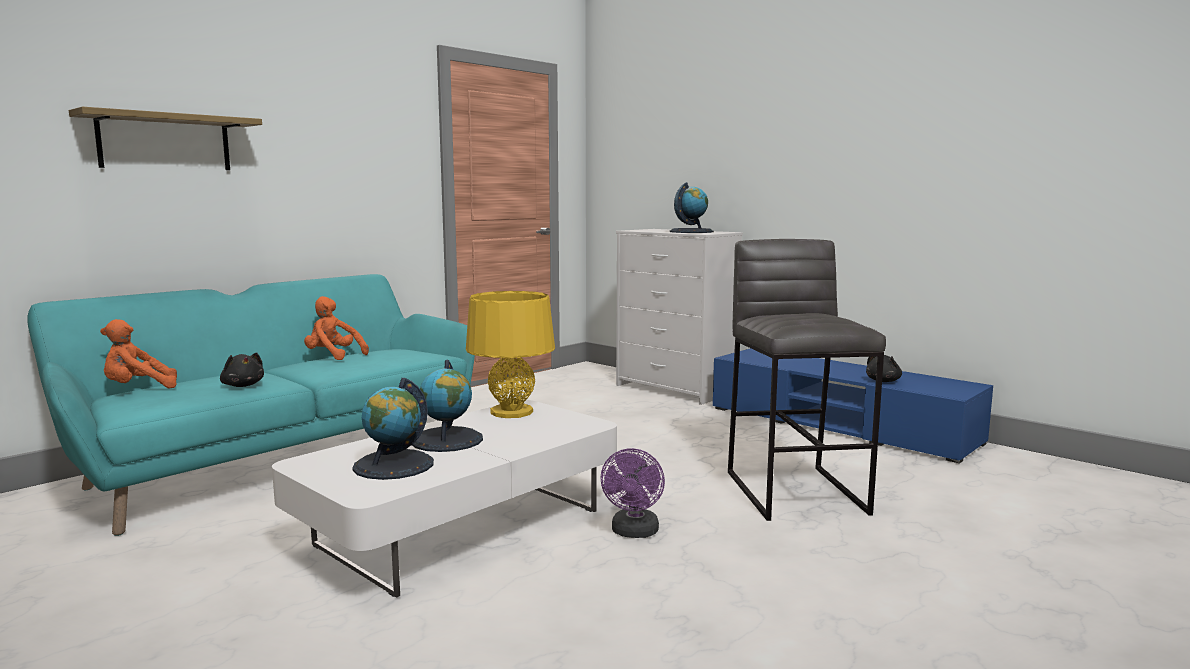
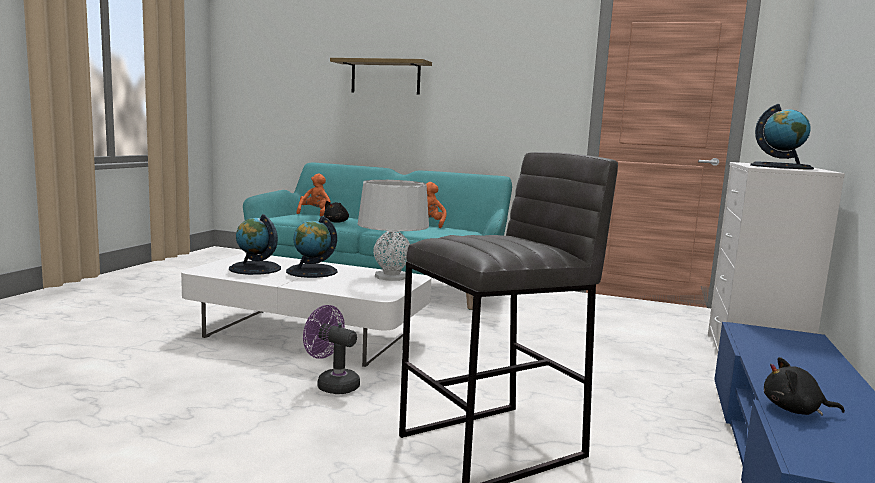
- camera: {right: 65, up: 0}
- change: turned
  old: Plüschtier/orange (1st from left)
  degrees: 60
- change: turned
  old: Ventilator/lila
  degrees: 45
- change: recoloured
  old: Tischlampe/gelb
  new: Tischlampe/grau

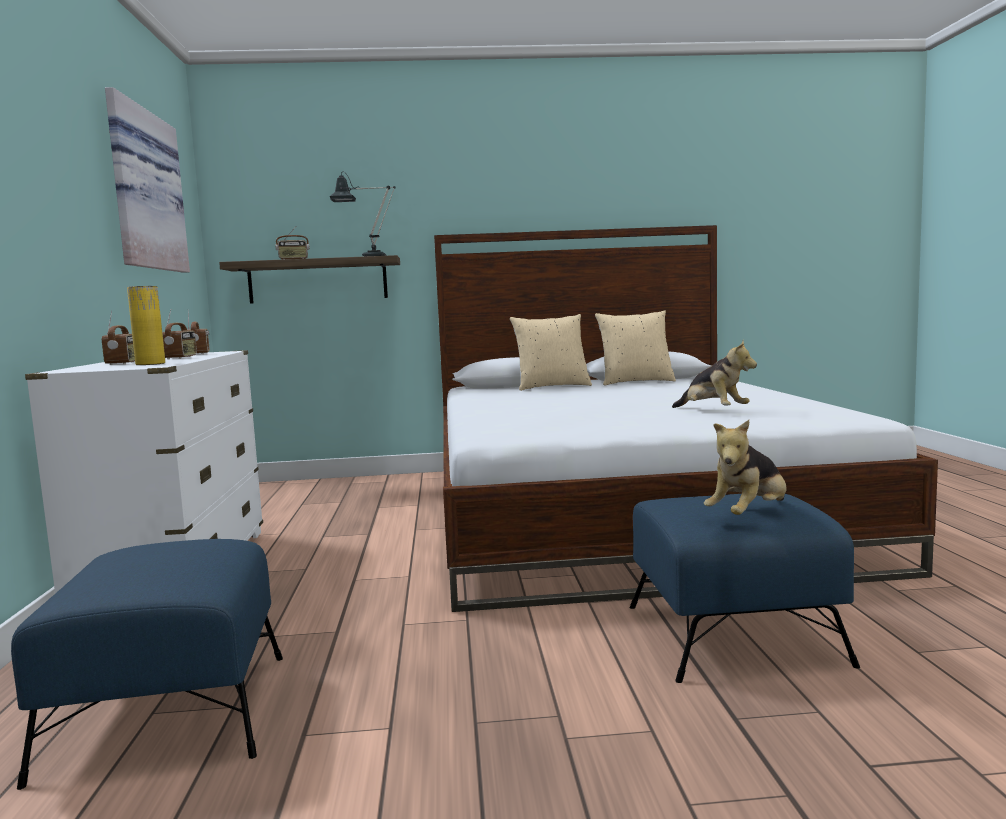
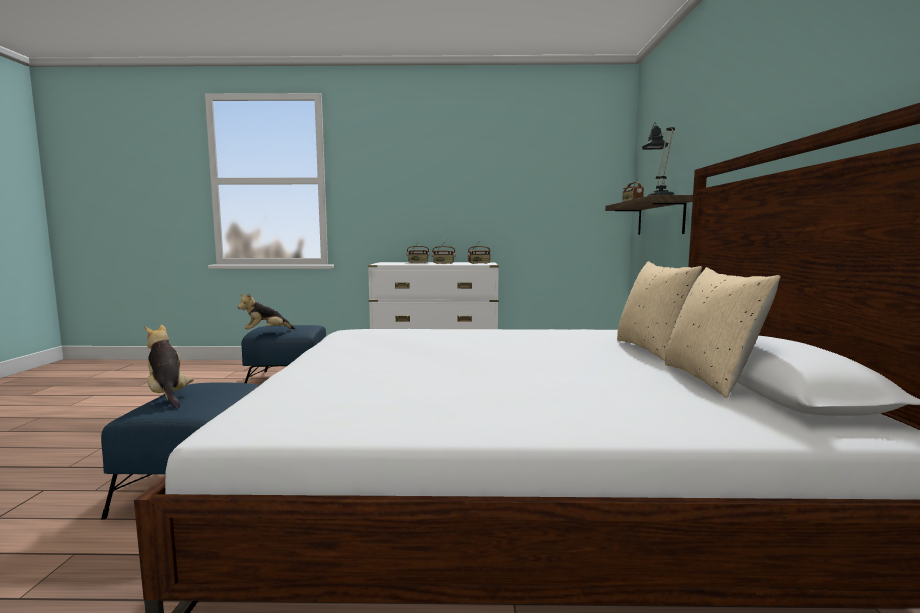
- camera: {right: 95, up: 0}
- change: moved
  old: Plüschtier (1st from left in the first image)
  new: Plüschtier (2nd from left)
- change: removed
  old: Bild
- change: removed
  old: Vase/gelb

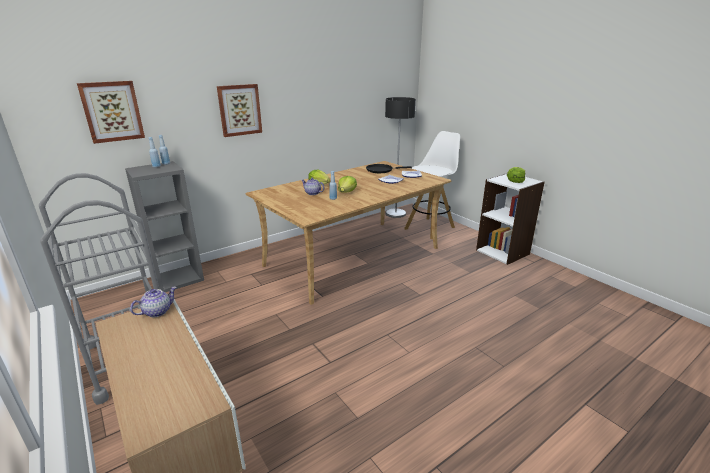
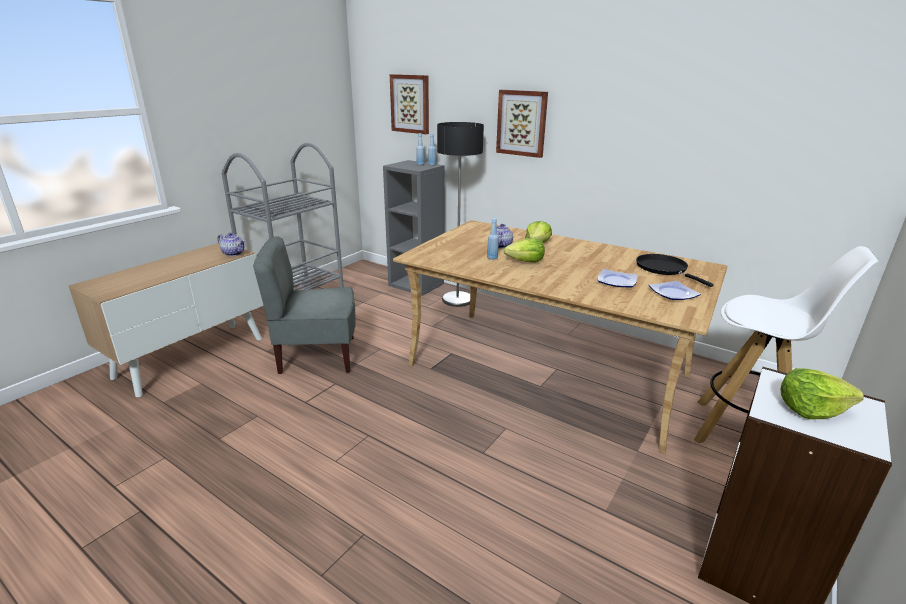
- camera: {right: 70, up: 0}
- change: added
  new: Stuhl/grau
- change: moved
  old: Stehlampe

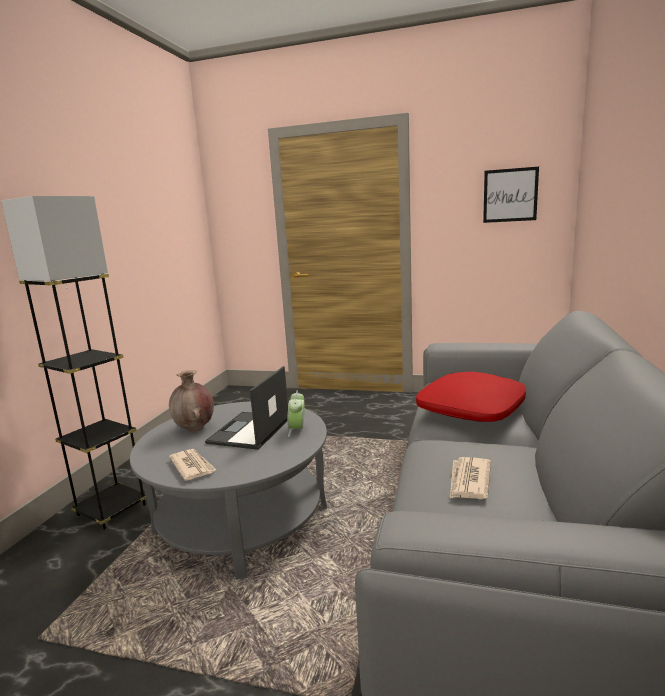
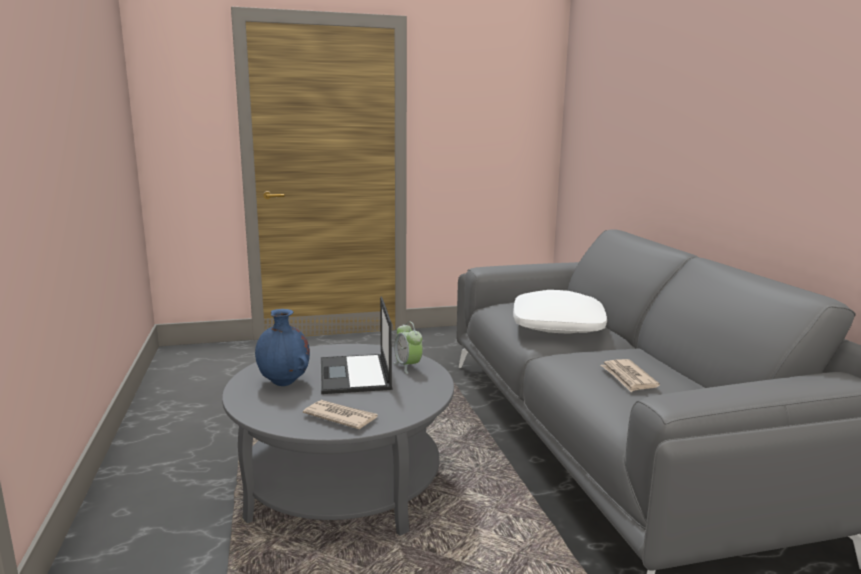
- camera: {right: -30, up: 0}
- change: recoloured
  old: Vase/braun
  new: Vase/blau
- change: recoloured
  old: Kissen/rot
  new: Kissen/weiß
- change: removed
  old: Stehlampe/grau
- change: removed
  old: Bild

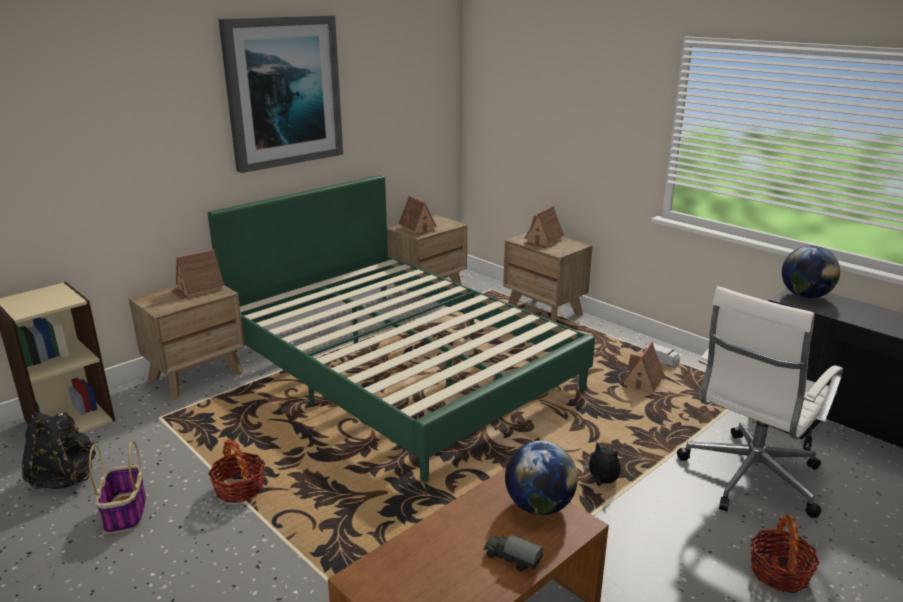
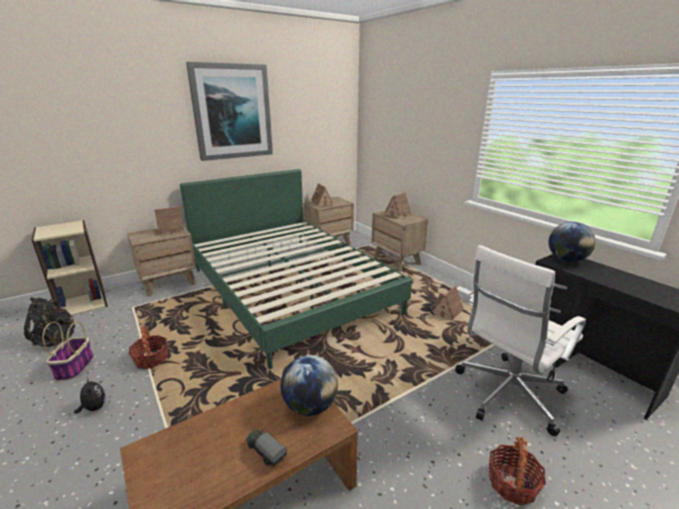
- camera: {right: 10, up: 0}
- change: moved
  old: Plüschtier

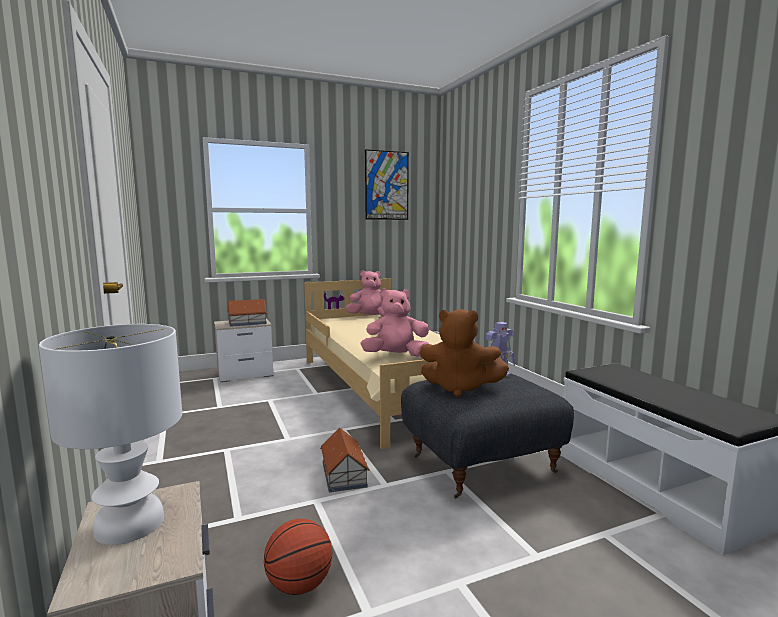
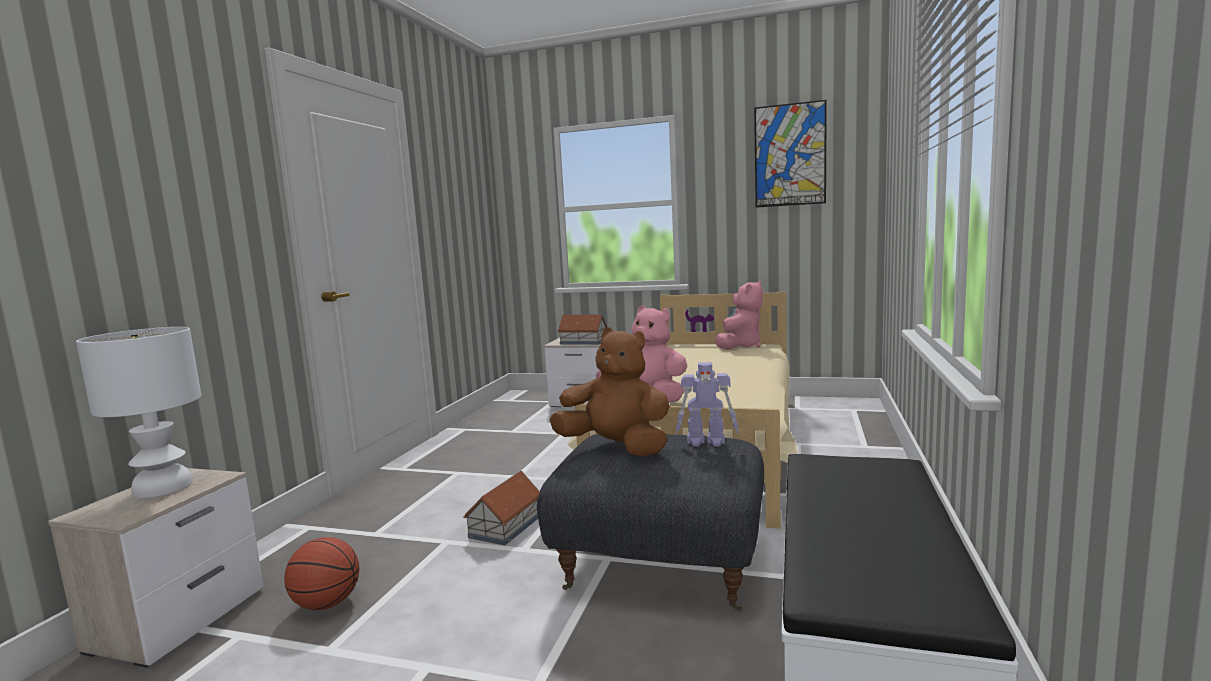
- camera: {right: 40, up: 0}
- change: turned
  old: Plüschtier/braun
  degrees: 150
- change: turned
  old: Plüschtier/rosa (1st from left in the first image)
  degrees: 90

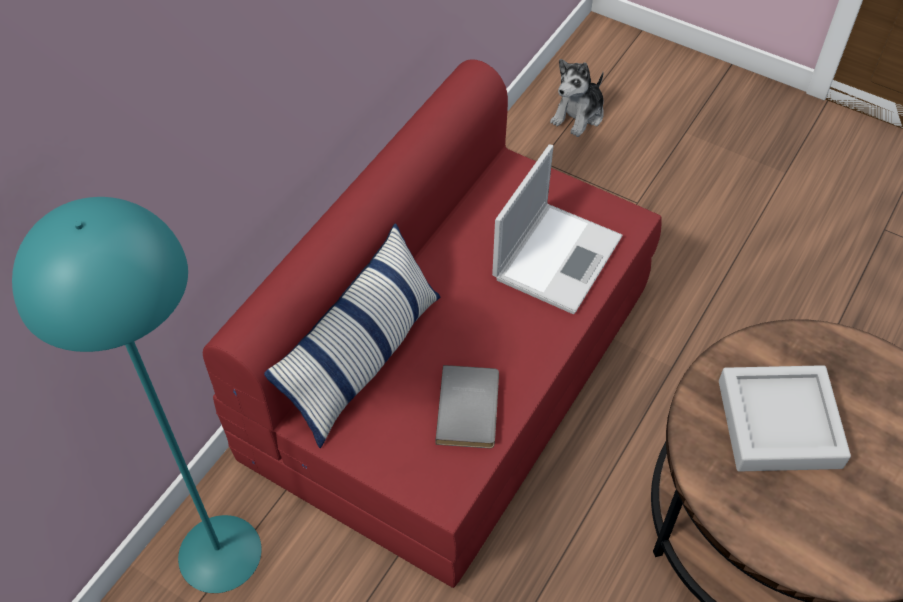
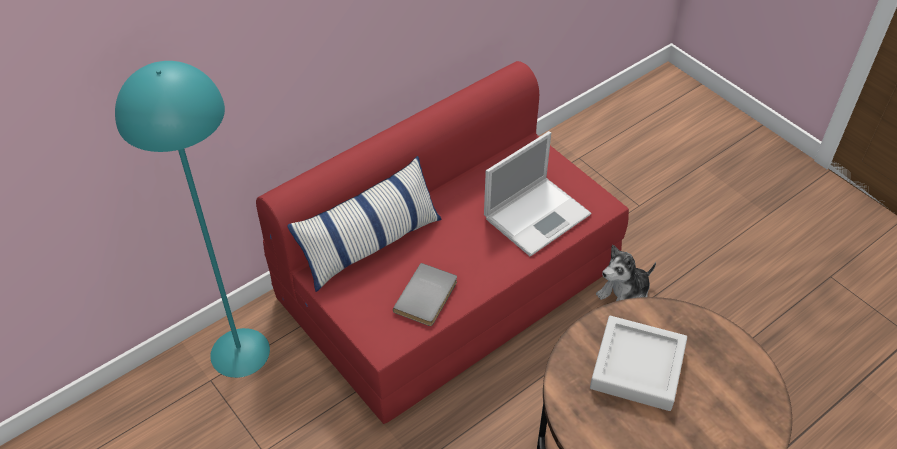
- camera: {right: 20, up: -5}
- change: moved
  old: Plüschtier

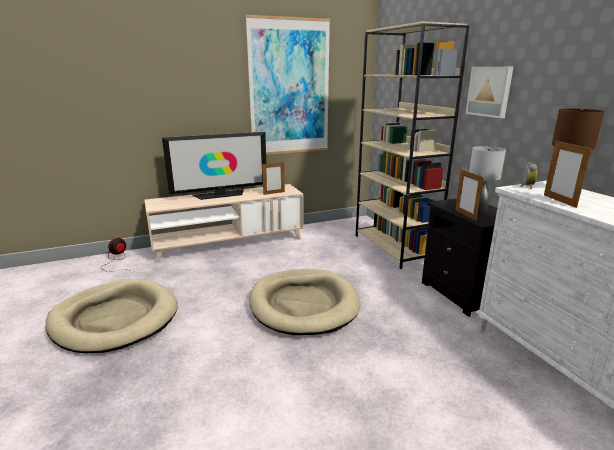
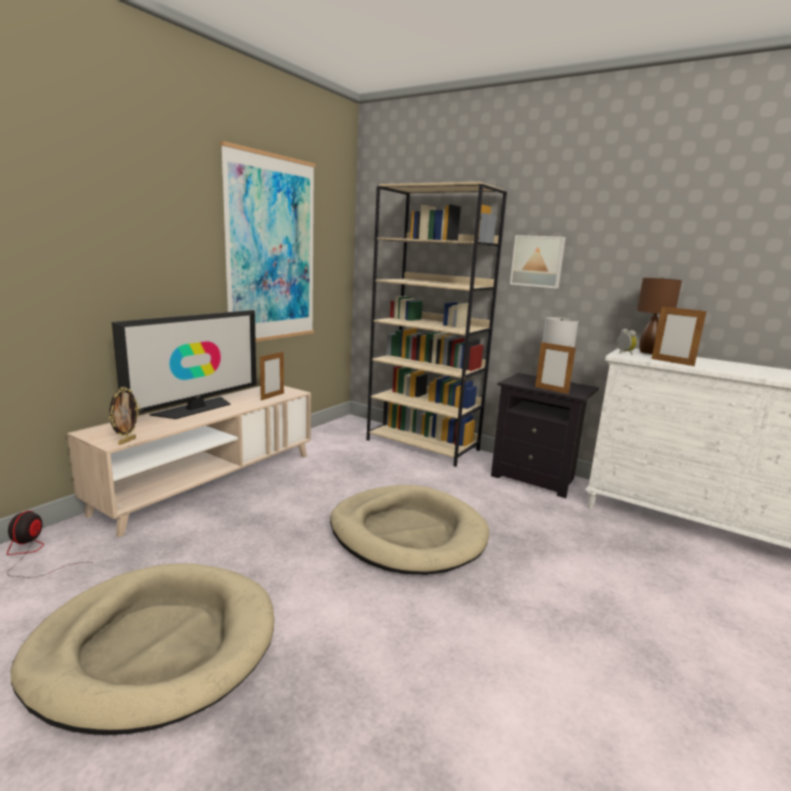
- camera: {right: -35, up: -5}
- change: added
  new: Bilderrahmen (1st from left)

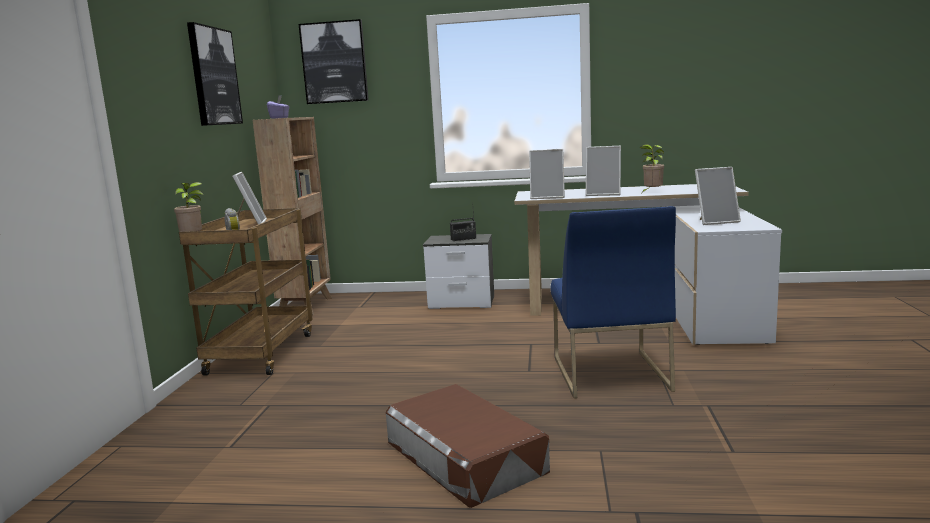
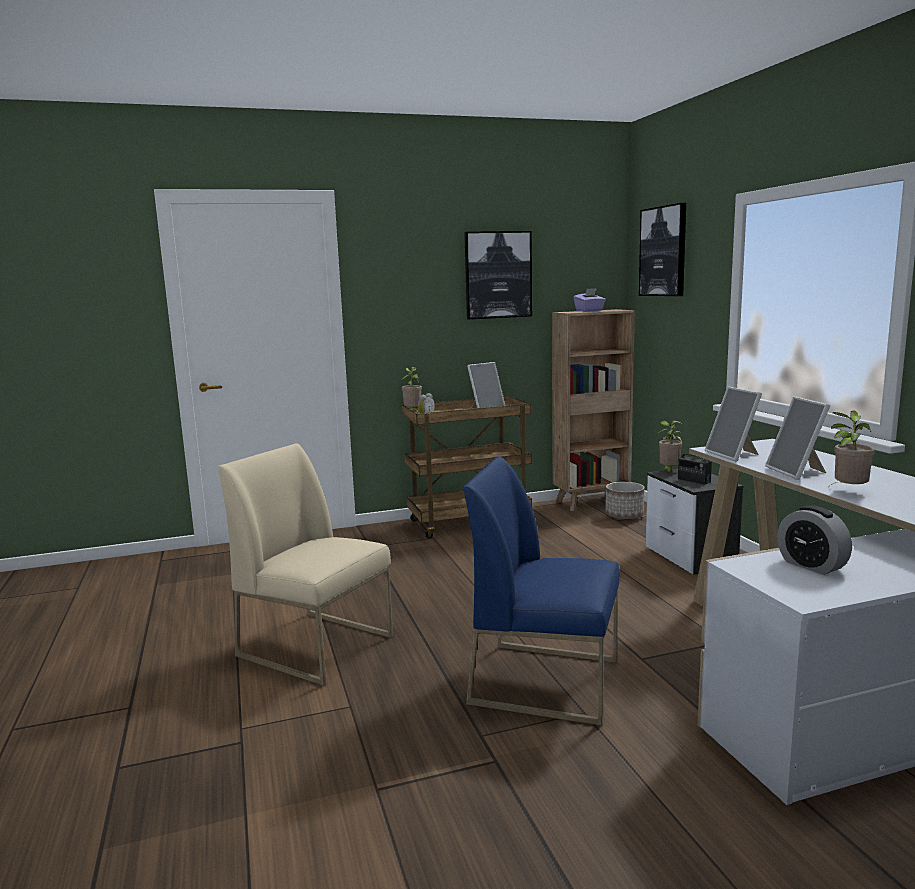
- camera: {right: 65, up: 0}
- change: replaced
  old: Aufbewahrungsbox/braun
  new: Stuhl/beige
- change: turned
  old: Stuhl/blau
  degrees: 45
- change: added
  new: Pflanzkübel
- change: added
  new: Topfpflanze (2nd from left)
- change: replaced
  old: Bilderrahmen (4th from left)
  new: Wecker (2nd from left)

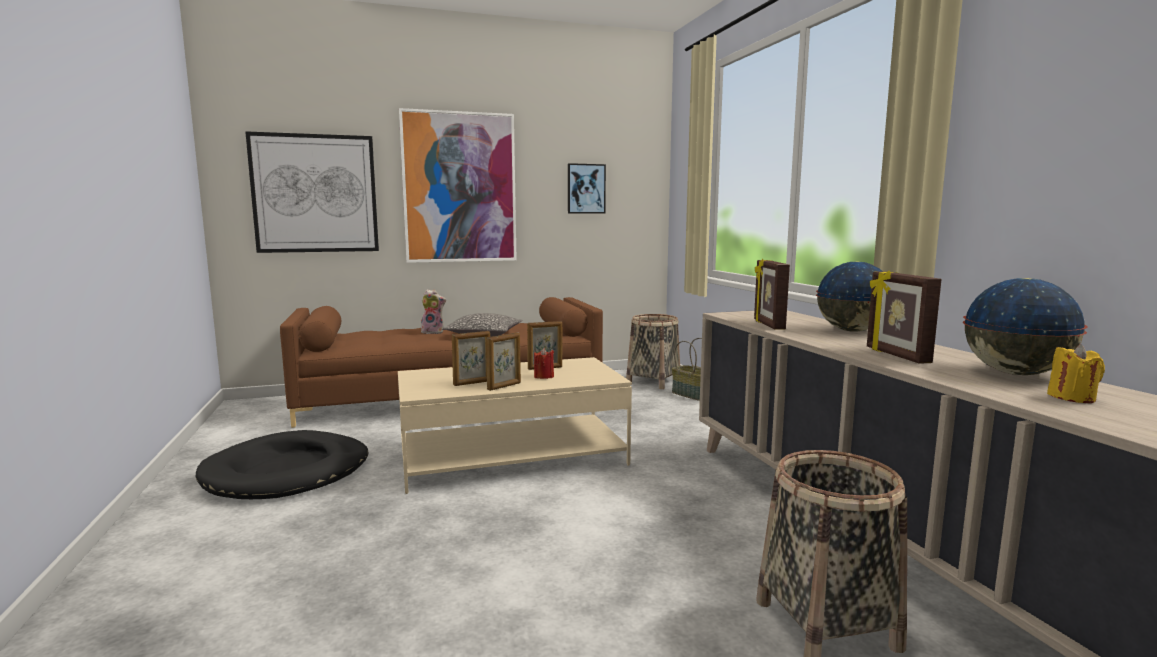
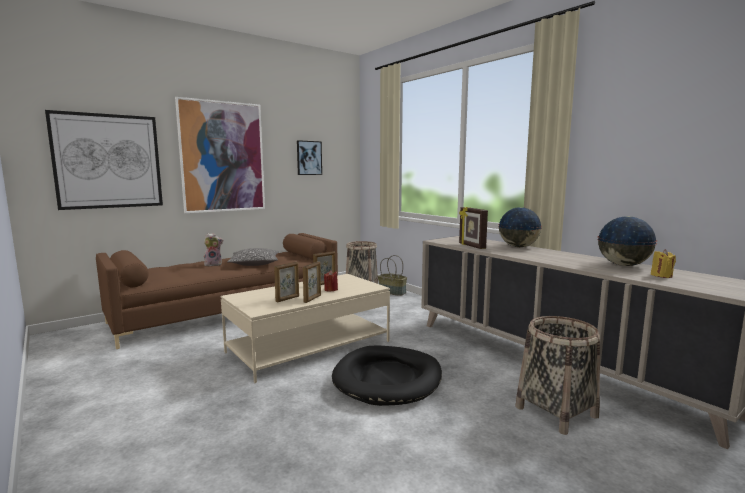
- camera: {right: -20, up: 0}
- change: moved
  old: Hundebett/schwarz
- change: removed
  old: Bilderrahmen (5th from left)

